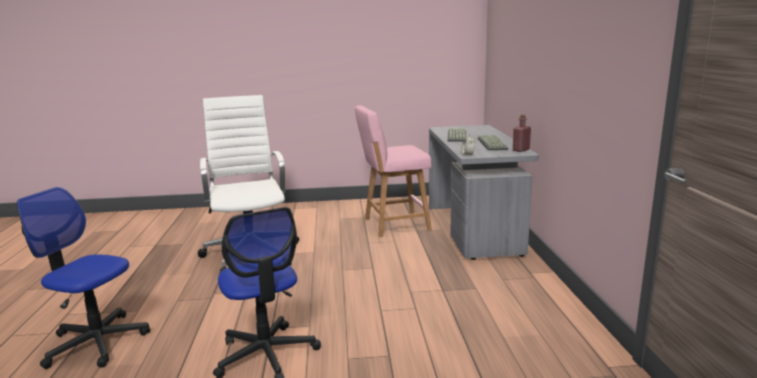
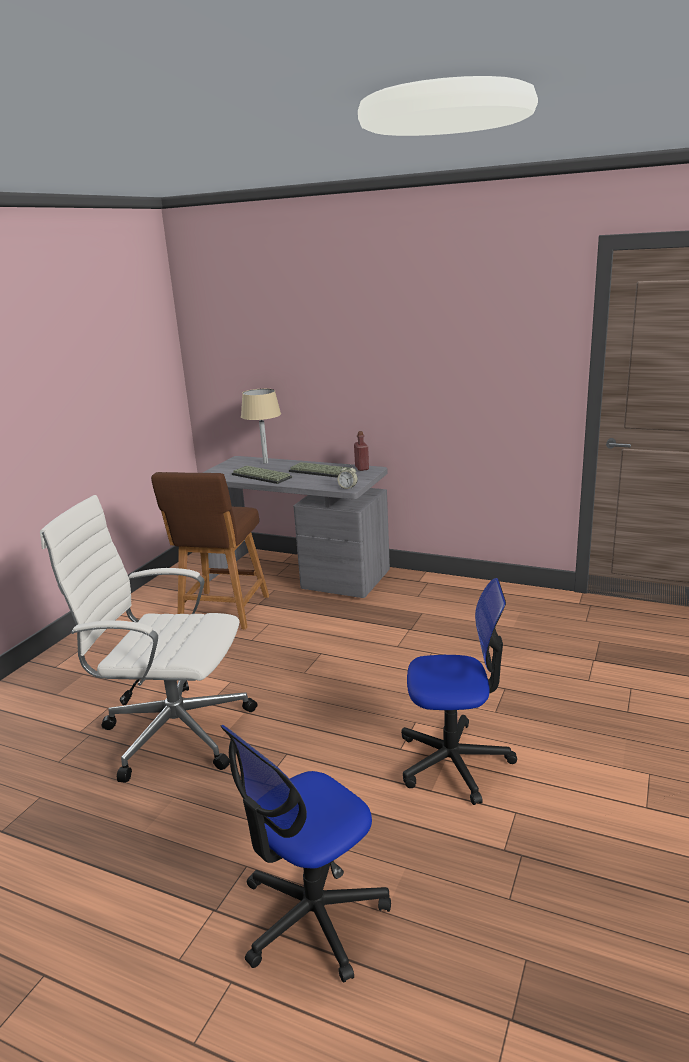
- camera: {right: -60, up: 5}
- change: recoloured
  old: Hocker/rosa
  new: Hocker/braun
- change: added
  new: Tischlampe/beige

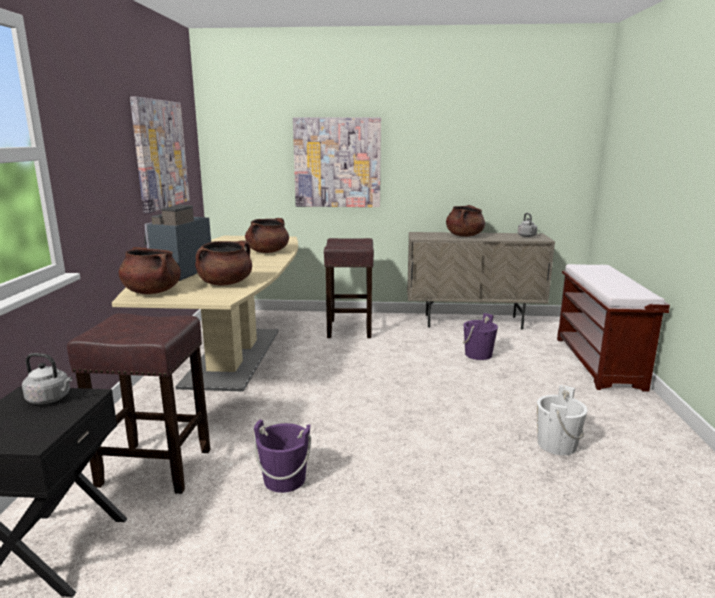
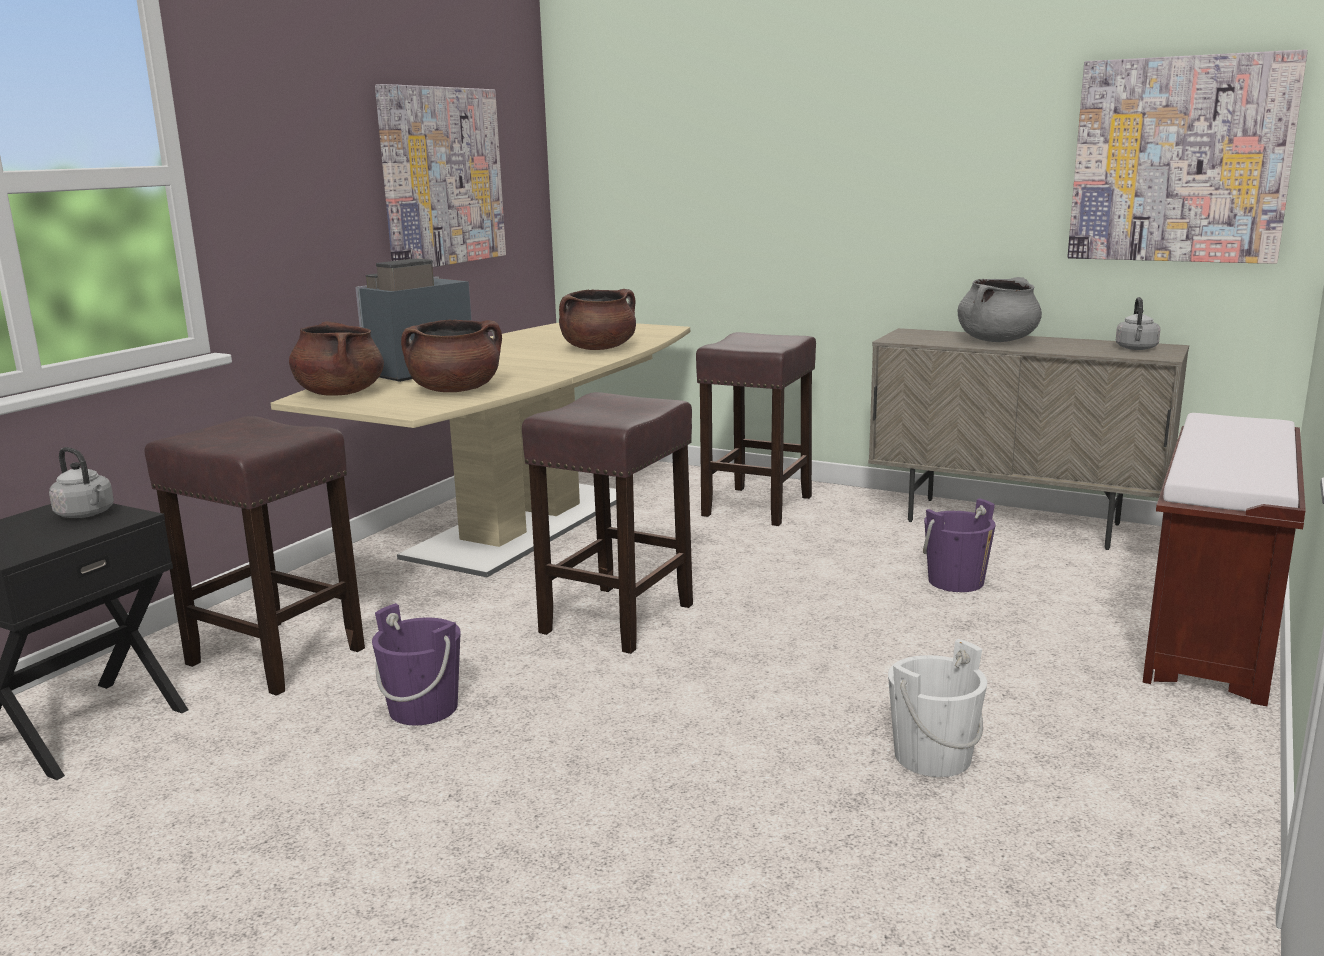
- camera: {right: 25, up: 0}
- change: added
  new: Hocker/braun (2nd from left)
- change: recoloured
  old: Kochtopf/braun (4th from left)
  new: Kochtopf/grau
- change: moved
  old: Bild (2nd from left)

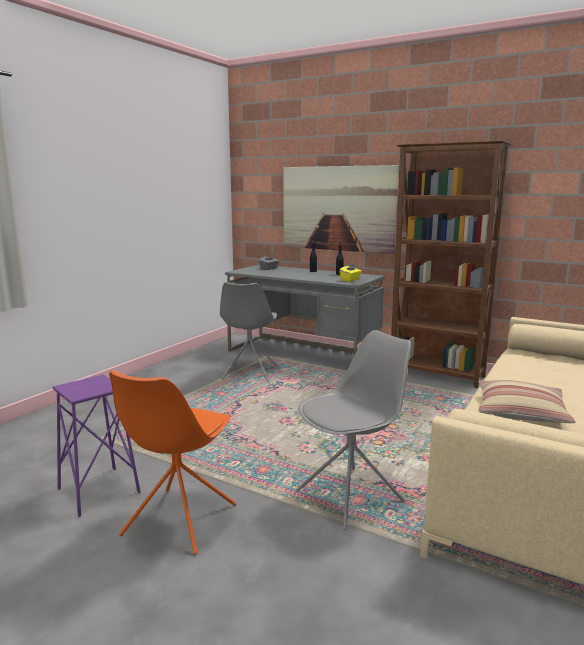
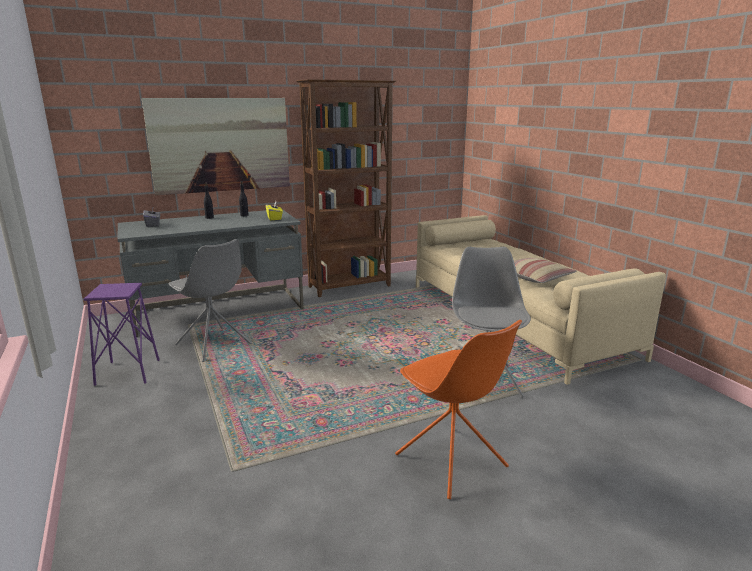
- camera: {right: -55, up: 5}
- change: moved
  old: Hocker/lila

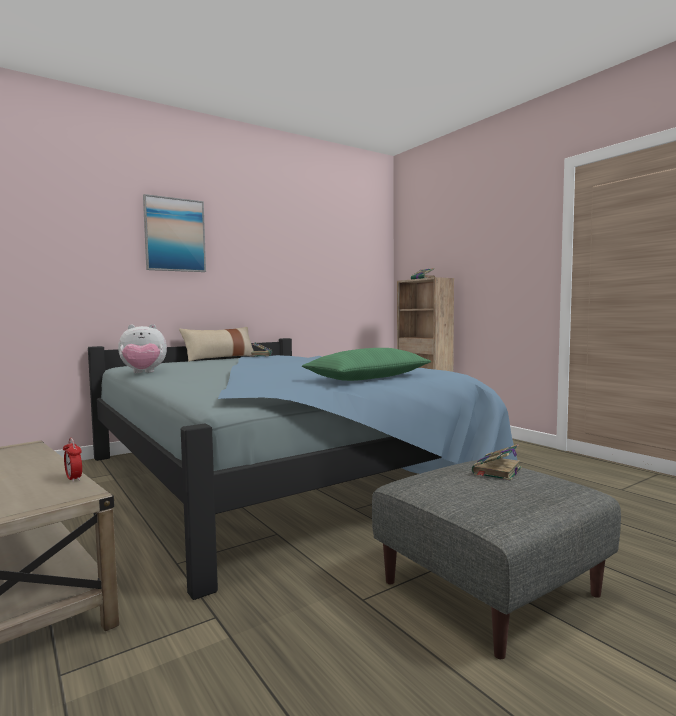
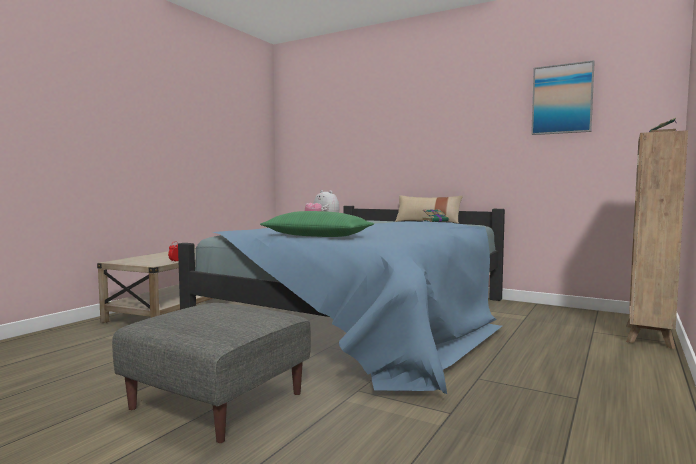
- camera: {right: 65, up: 0}
- change: moved
  old: Bild
- change: removed
  old: Buch (3rd from left)

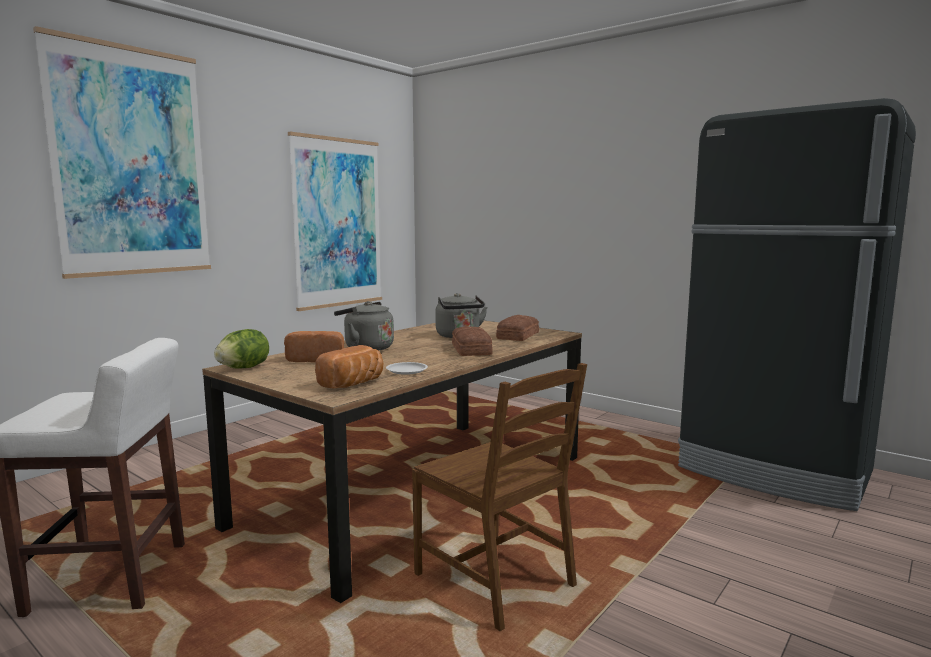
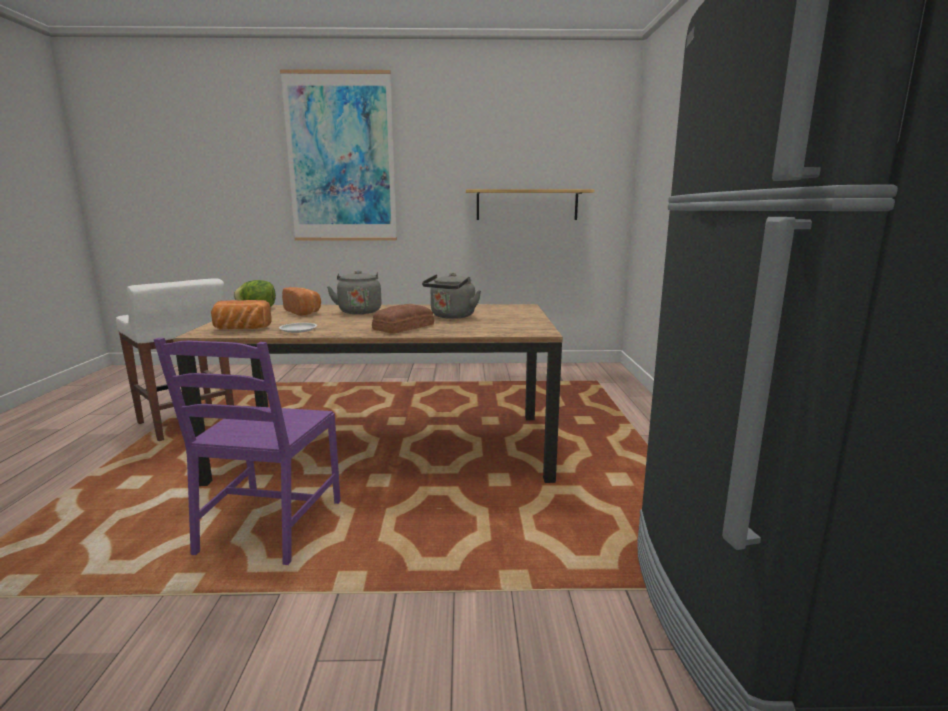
- camera: {right: 50, up: 5}
- change: recoloured
  old: Stuhl/braun
  new: Stuhl/lila
- change: replaced
  old: Bild (2nd from left)
  new: Wandregal
- change: removed
  old: Brot (4th from left)

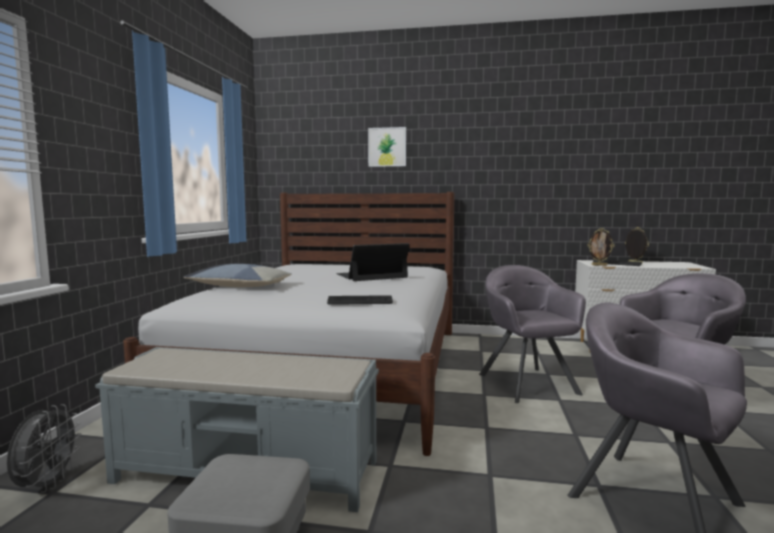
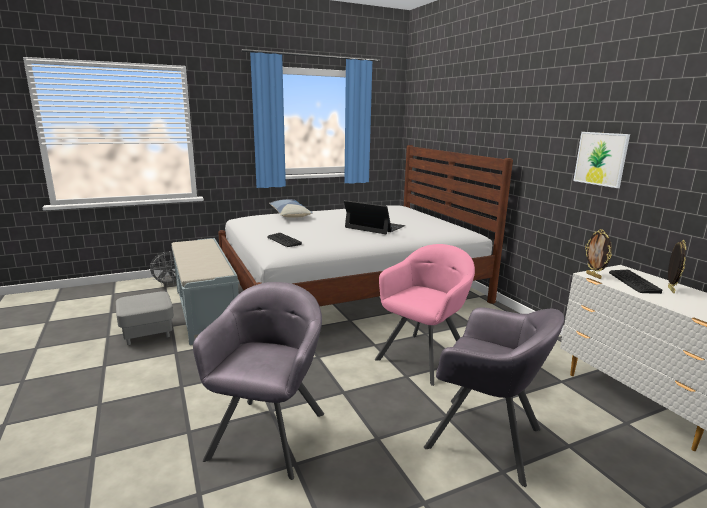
- camera: {right: 55, up: 10}
- change: recoloured
  old: Sessel/grau (1st from left)
  new: Sessel/rosa
- change: moved
  old: Bild

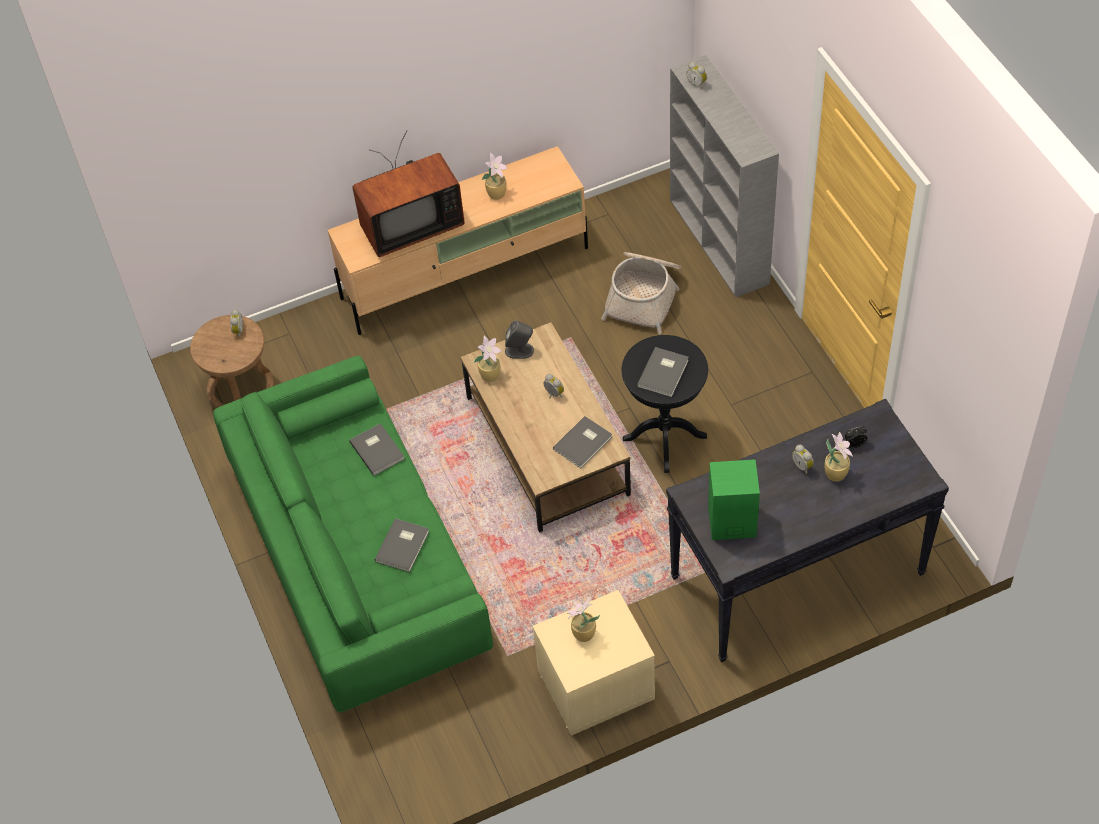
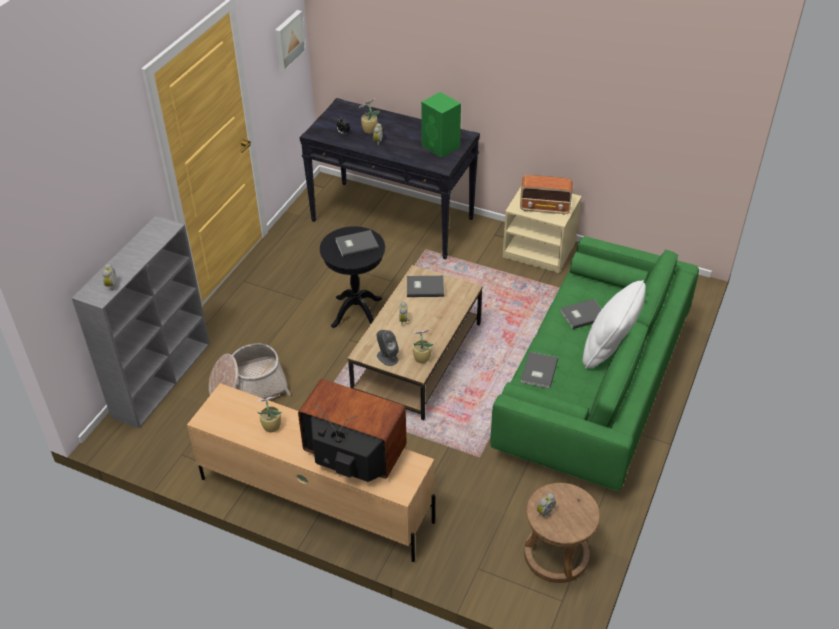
- camera: {right: -135, up: -10}
- change: added
  new: Bild
- change: replaced
  old: Topfpflanze (3rd from left)
  new: Radio
- change: added
  new: Kissen/weiß

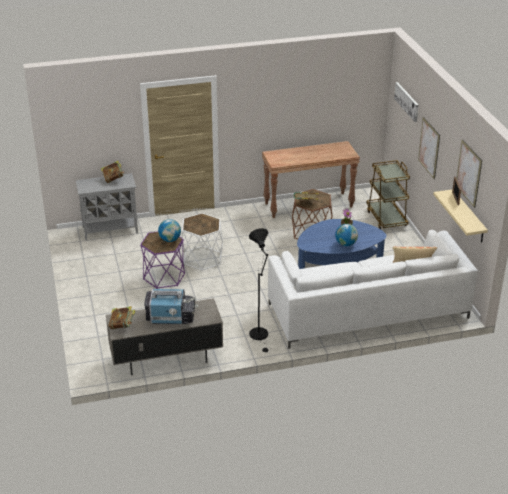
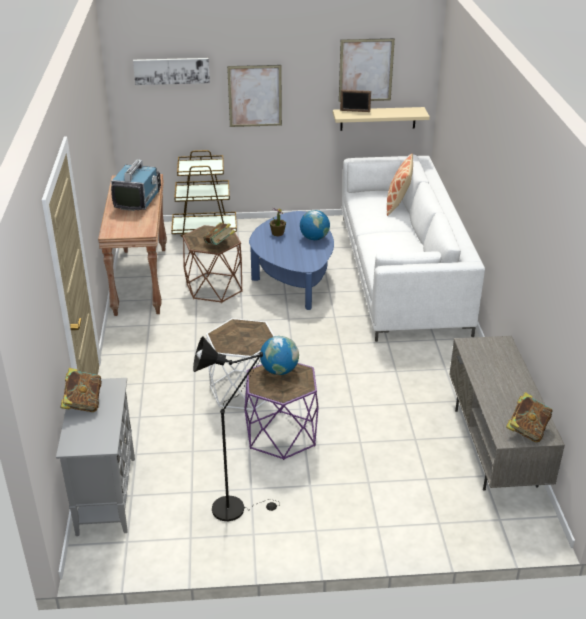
- camera: {right: -80, up: 0}
- change: moved
  old: Fernseher
- change: moved
  old: Stehlampe/schwarz

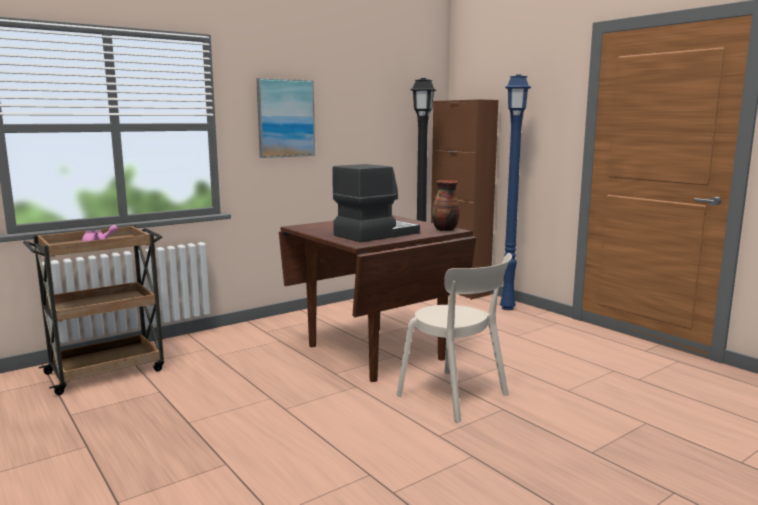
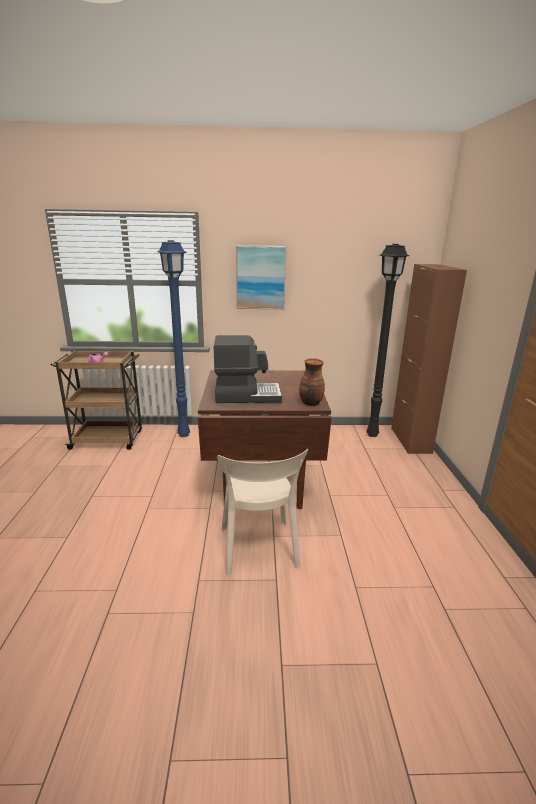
- camera: {right: 35, up: 10}
- change: moved
  old: Stehlampe/blau

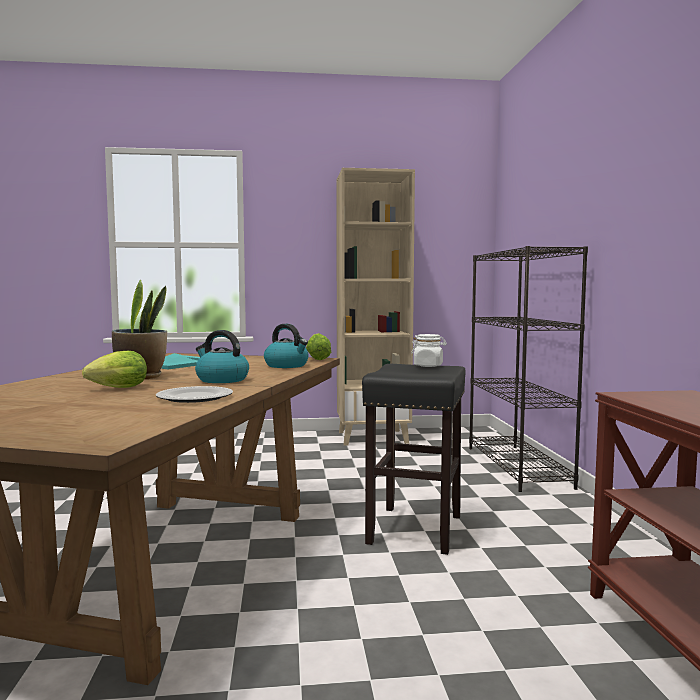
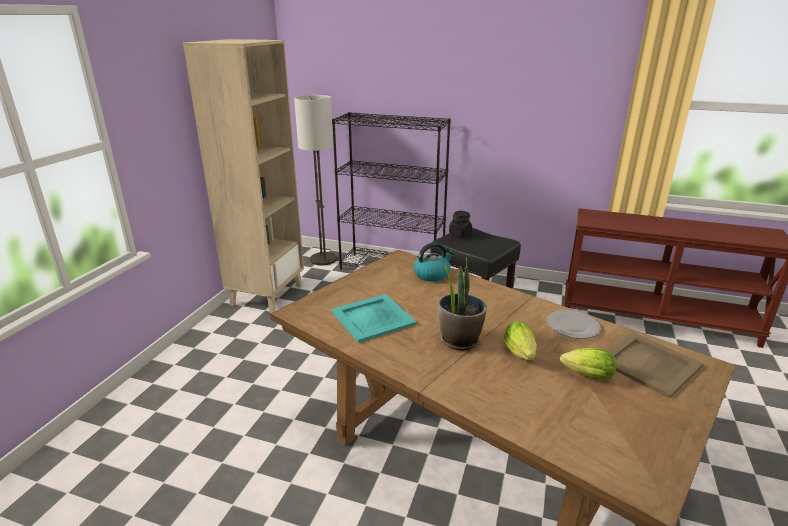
- camera: {right: -65, up: 20}
- change: added
  new: Stehlampe
- change: recoloured
  old: Vorratsglas/weiß
  new: Vorratsglas/schwarz
- change: moved
  old: Salatkopf (2nd from left)
- change: added
  new: Tablett/beige
- change: removed
  old: Wasserkessel (1st from left)

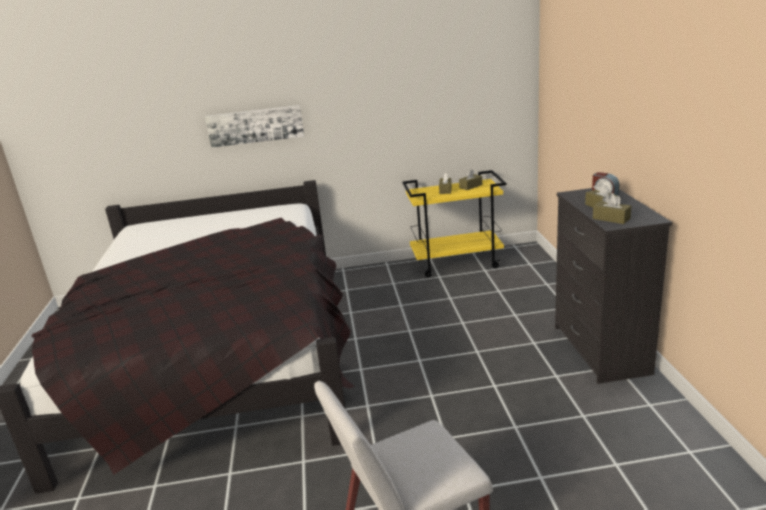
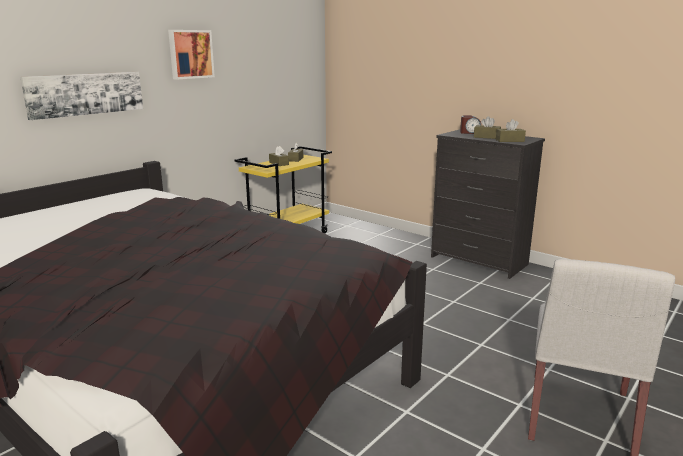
- camera: {right: -45, up: -5}
- change: added
  new: Bild (2nd from left)

